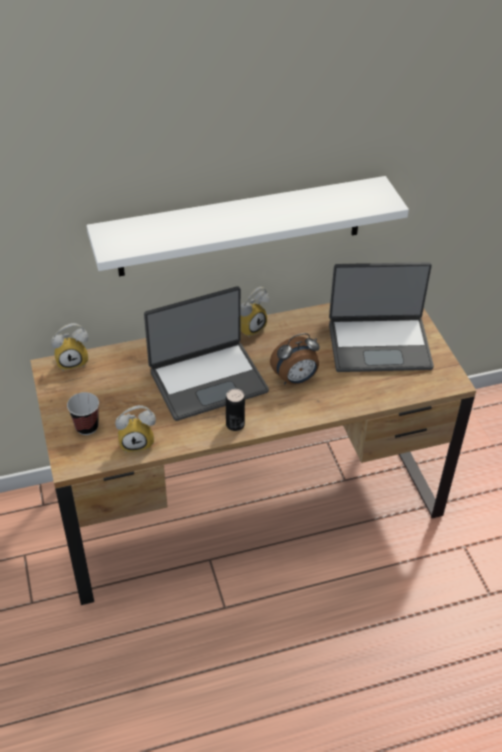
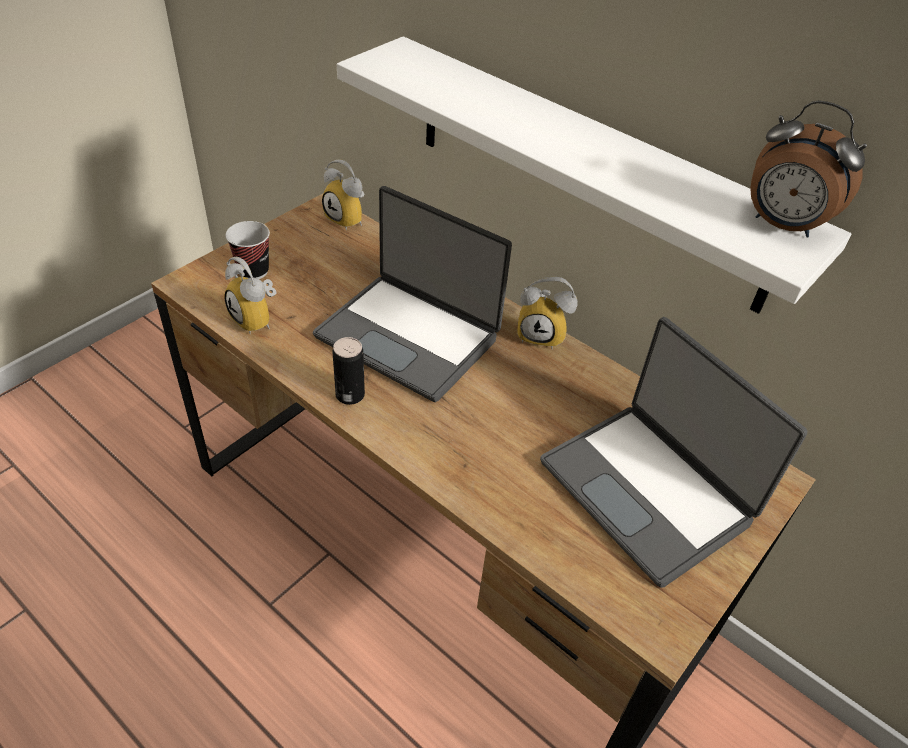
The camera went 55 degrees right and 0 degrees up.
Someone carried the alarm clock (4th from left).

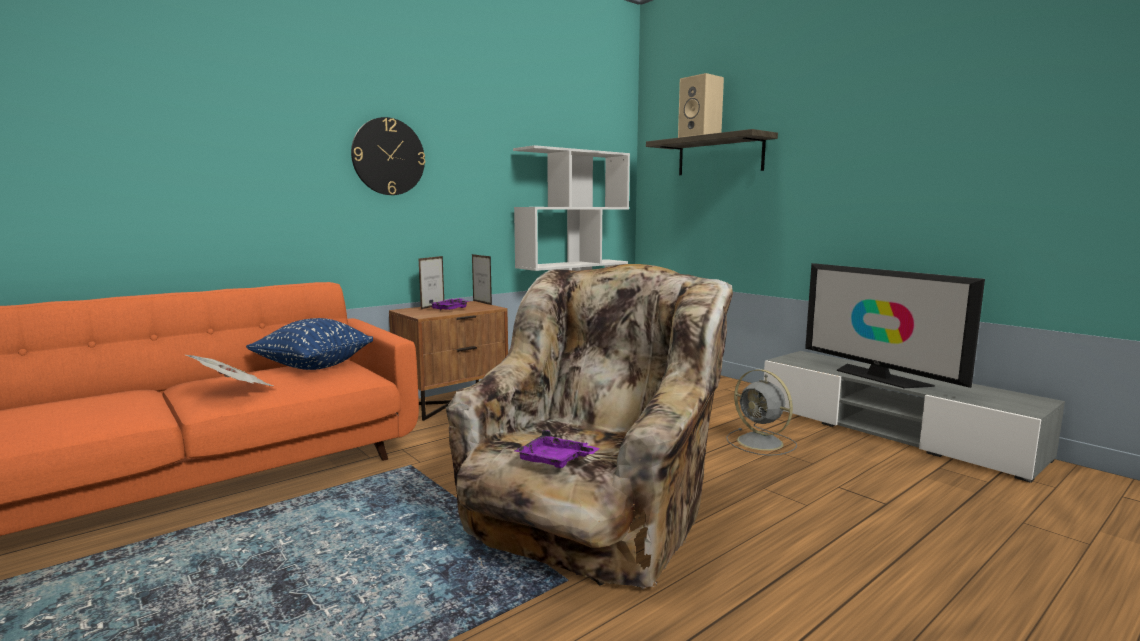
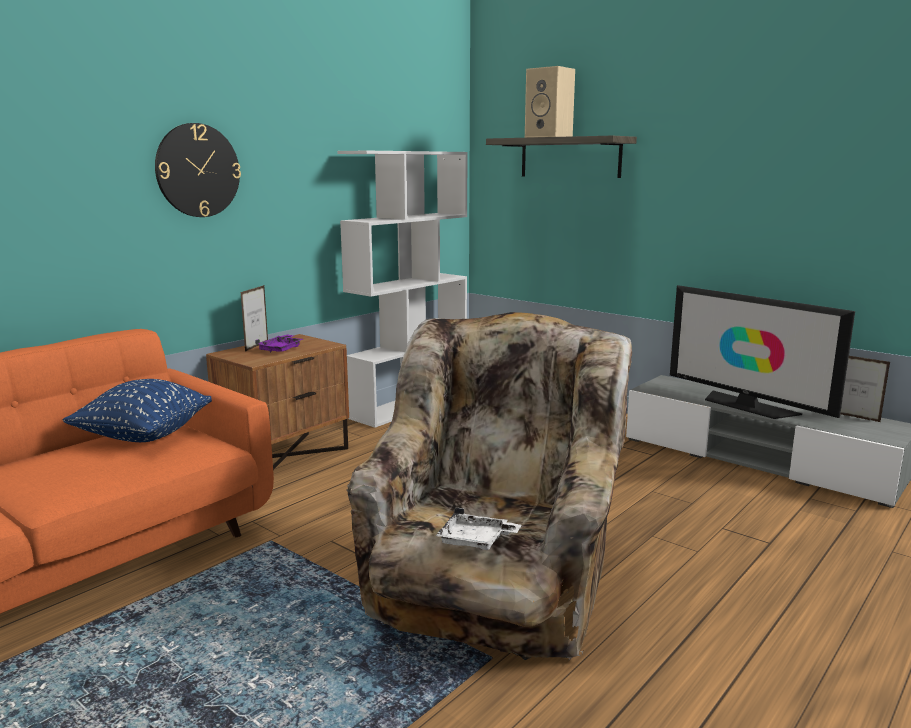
The camera went 10 degrees left and 5 degrees up.
Someone repainted the tray (purple) (2nd from left), which became the tray (white).
Someone carried the picture frame (2nd from left).
Someone took away the newspaper.
Someone took away the fan (grey).

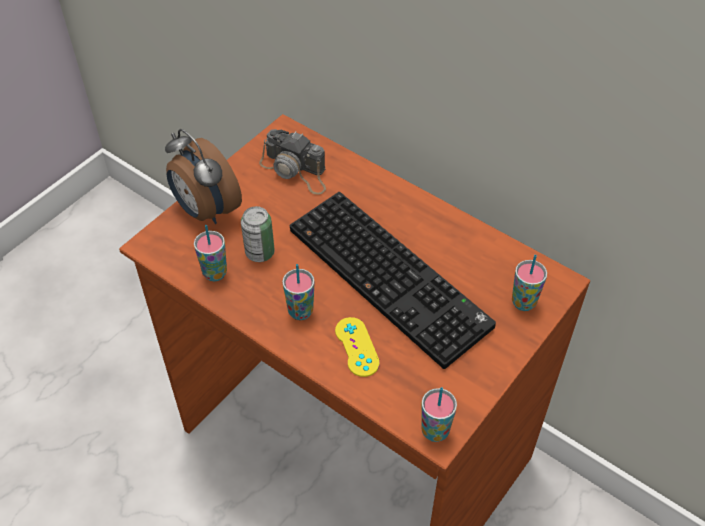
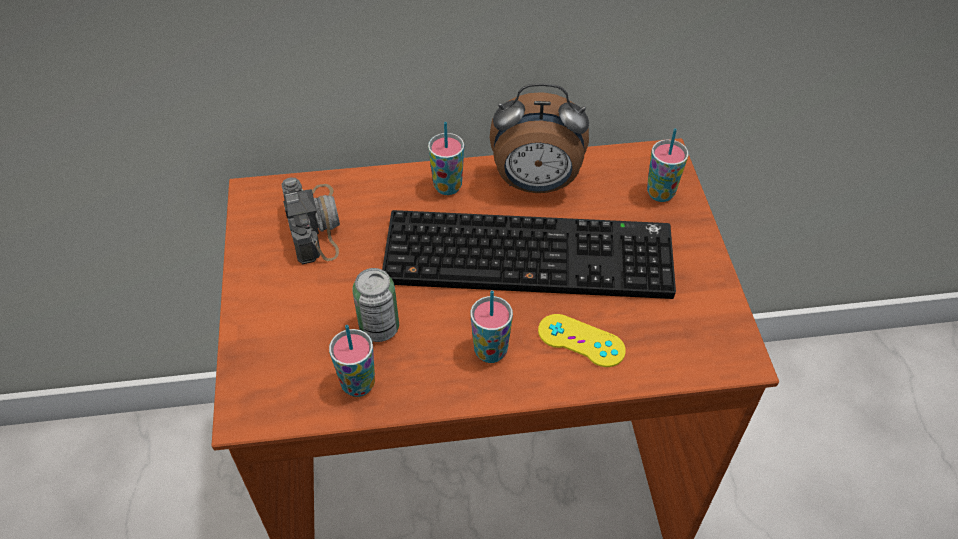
The camera went 45 degrees left and 0 degrees up.
Someone rotated the photo camera by 90 degrees counterclockwise.
Someone carried the cup (3rd from left in the first image).
Someone carried the alarm clock.

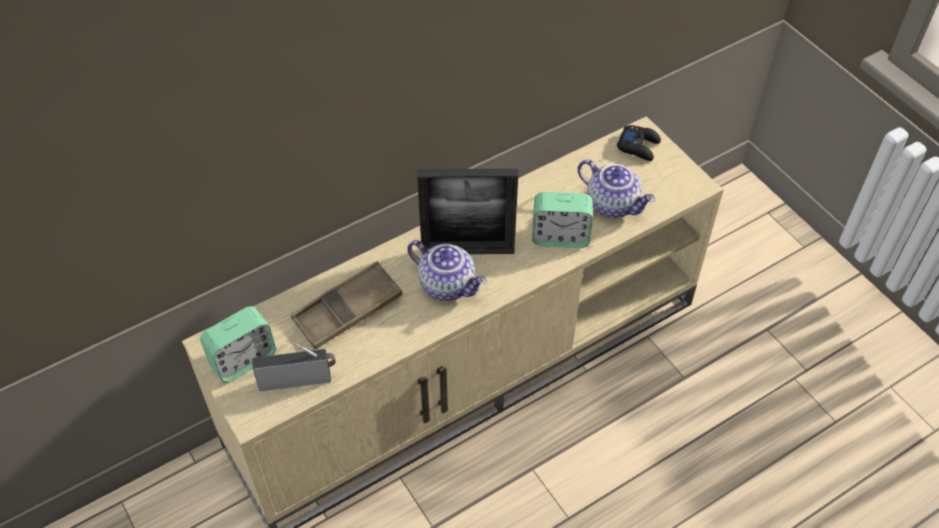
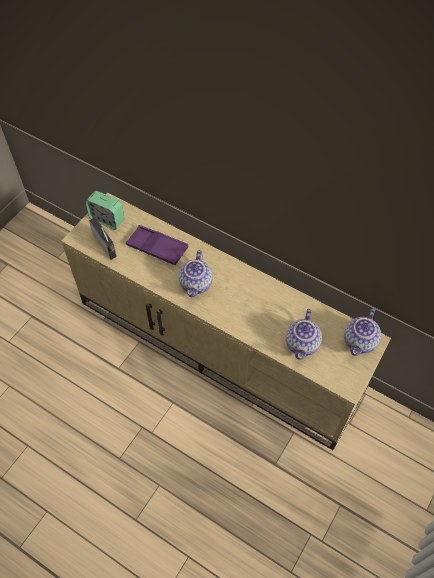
The camera went 65 degrees right and 5 degrees up.
Someone repainted the tray (brown), which became the tray (purple).
Someone swapped the game controller (black) for the teapot (3rd from left).
Someone took away the picture frame.
Someone took away the alarm clock (2nd from left).

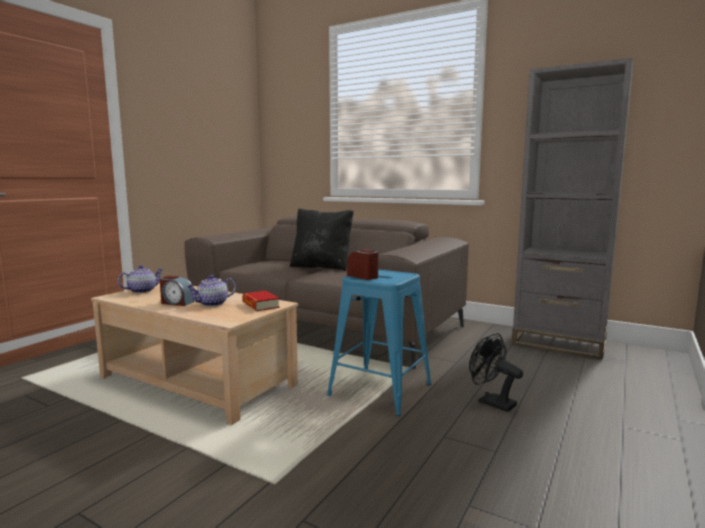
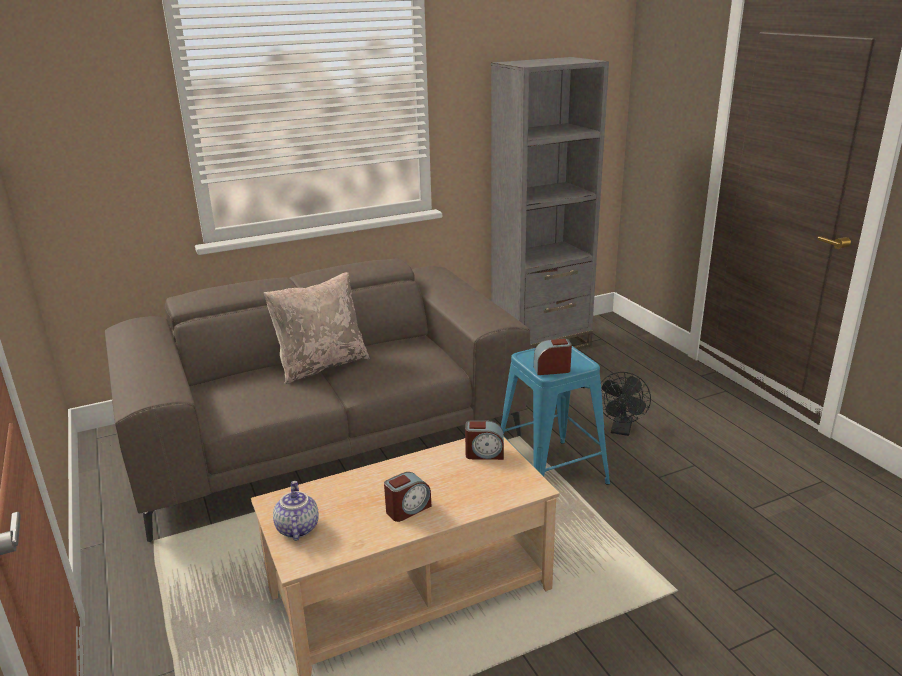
The camera went 55 degrees left and 15 degrees up.
Someone repainted the pillow (black), which became the pillow (beige).
Someone swapped the book for the alarm clock (2nd from left).
Someone rotated the fan (black) by 60 degrees counterclockwise.
Someone took away the teapot (2nd from left).

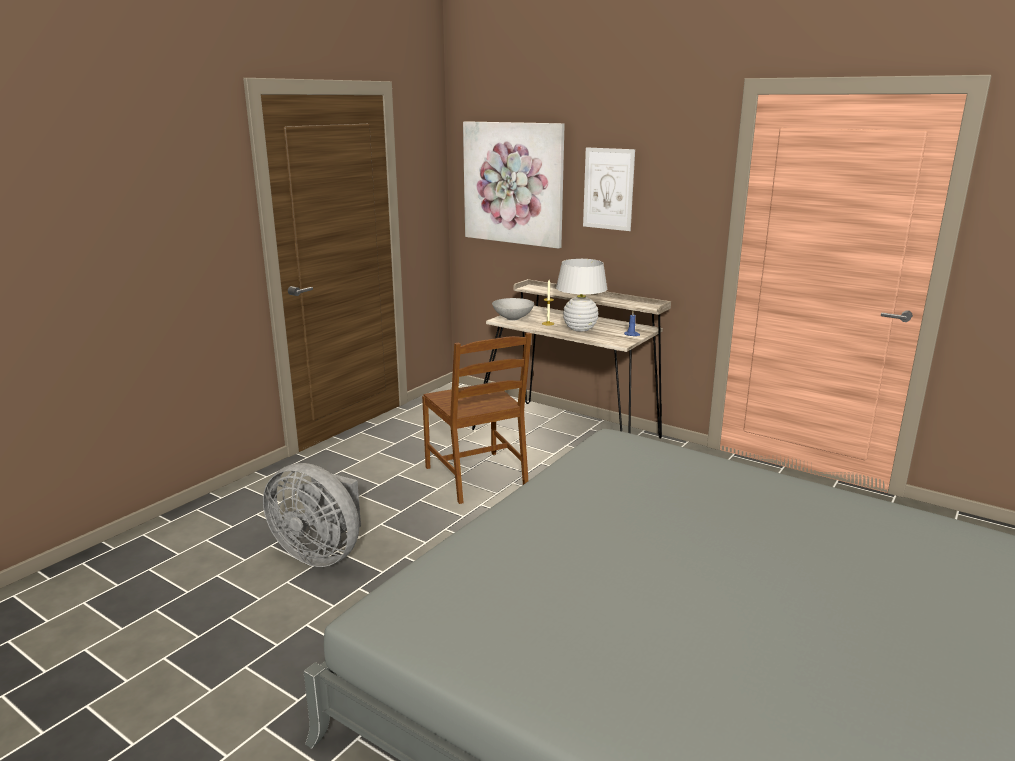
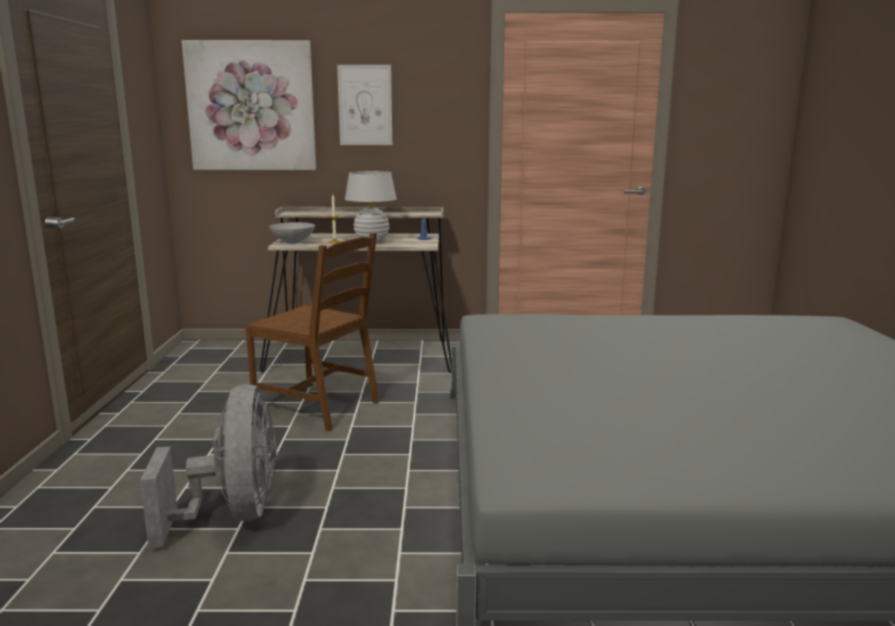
The camera went 35 degrees left and 5 degrees down.
Someone rotated the fan (grey) by 90 degrees counterclockwise.

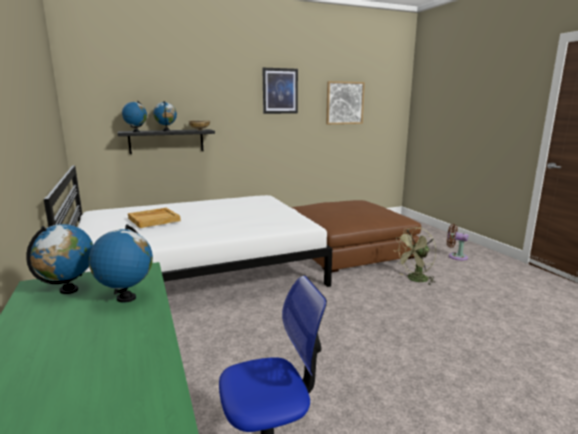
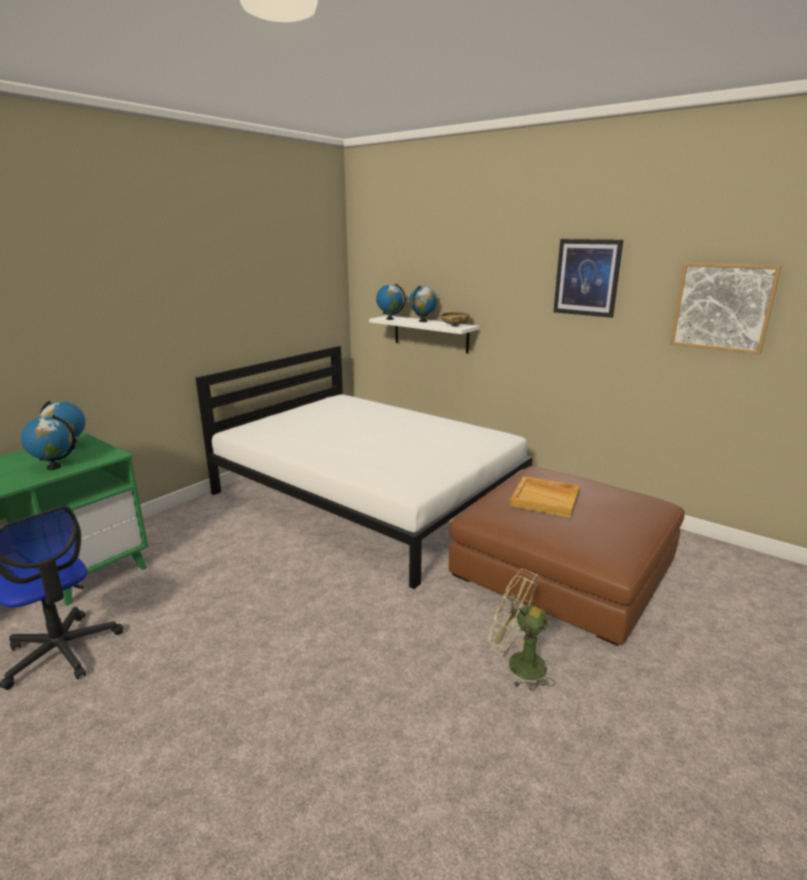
The camera went 60 degrees right and 5 degrees up.
Someone repainted the shelf (black), which became the shelf (white).
Someone carried the tray (beige).
Someone took away the fan (brown).

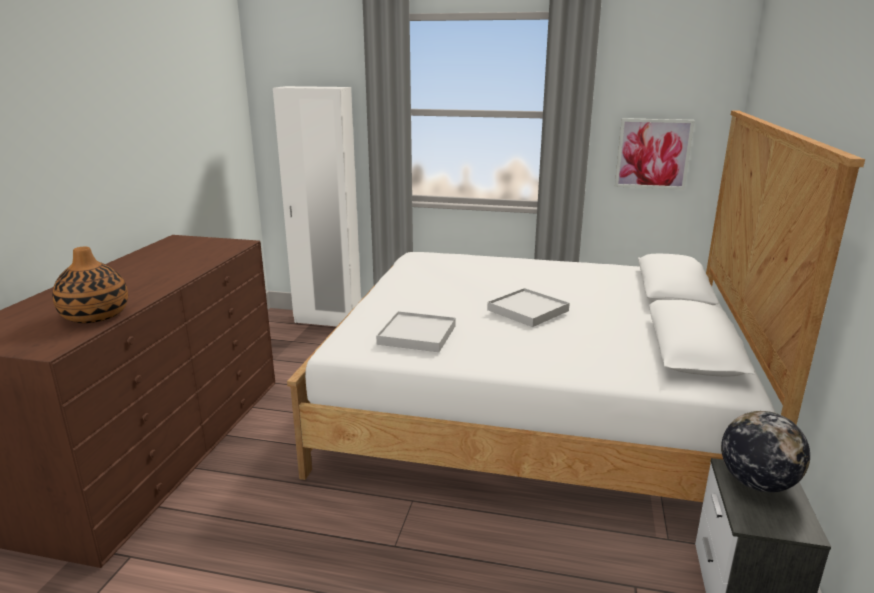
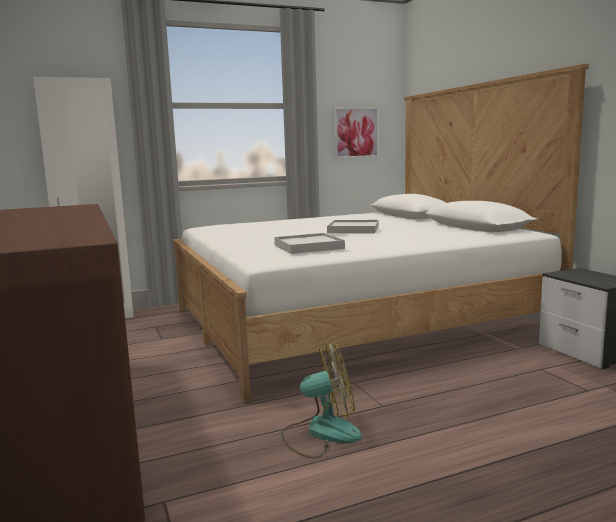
The camera went 35 degrees left and 10 degrees down.
Someone put down the fan.
Someone took away the vase.
Someone took away the globe.

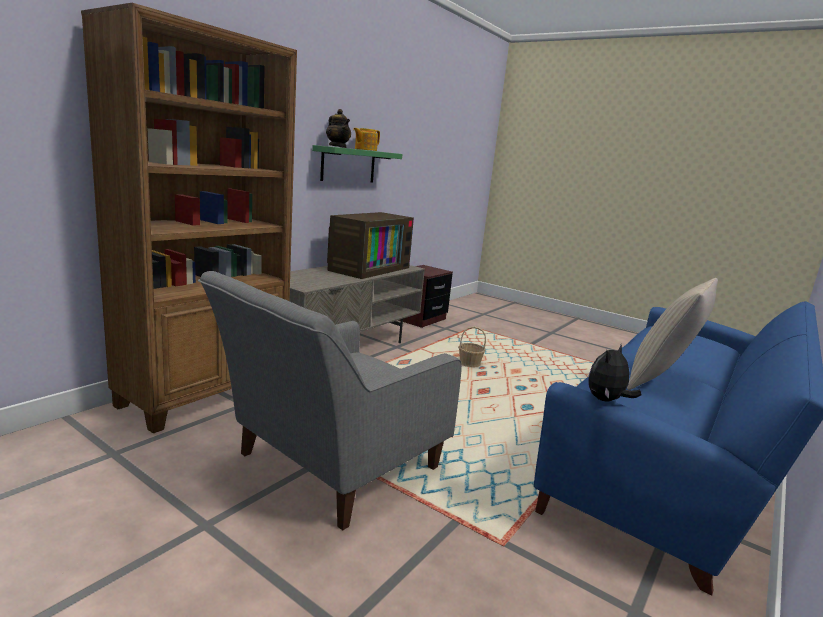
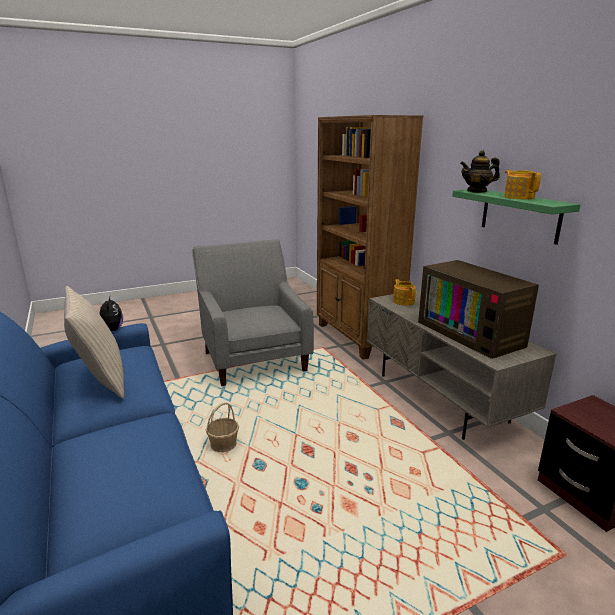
The camera went 120 degrees right and 5 degrees up.
Someone carried the basket.
Someone put down the teapot (1st from left).

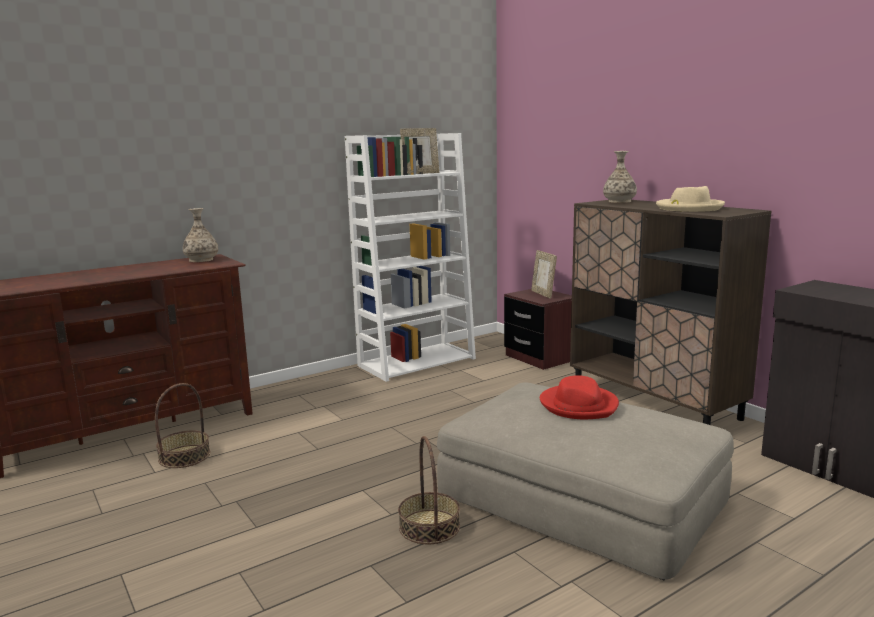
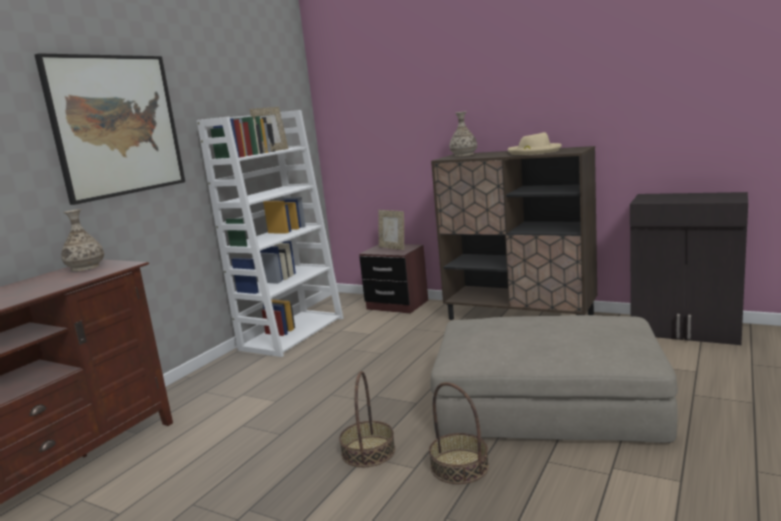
The camera went 25 degrees left and 0 degrees up.
Someone put up the picture.
Someone carried the basket (1st from left).
Someone took away the hat (red).

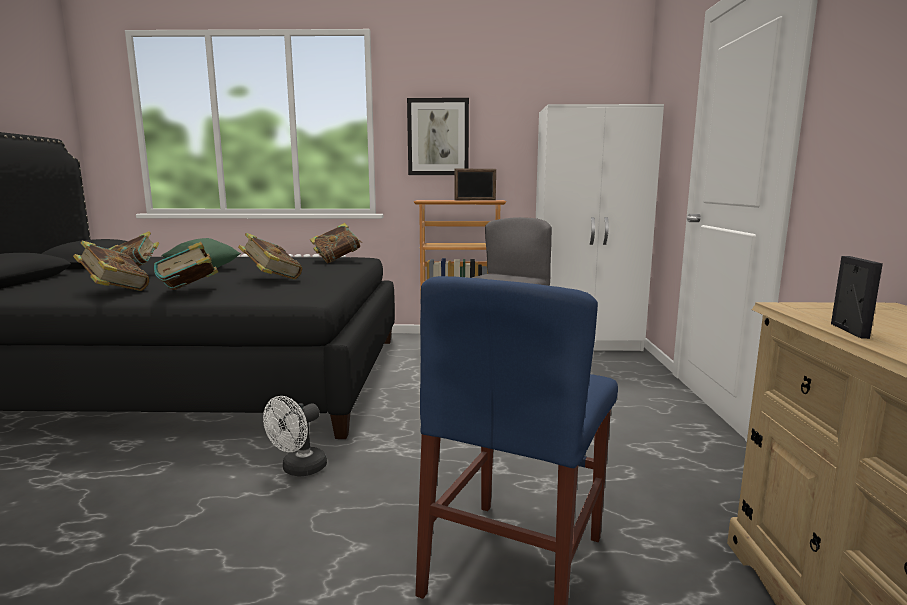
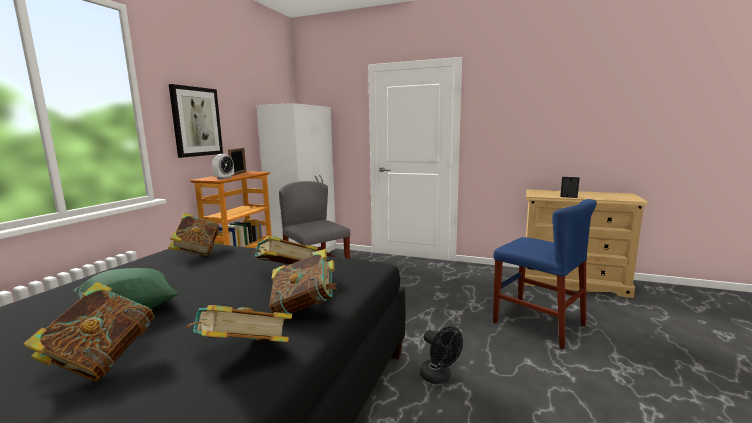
The camera went 70 degrees left and 0 degrees up.
Someone put down the alarm clock.
Someone repainted the fan (white), which became the fan (black).

